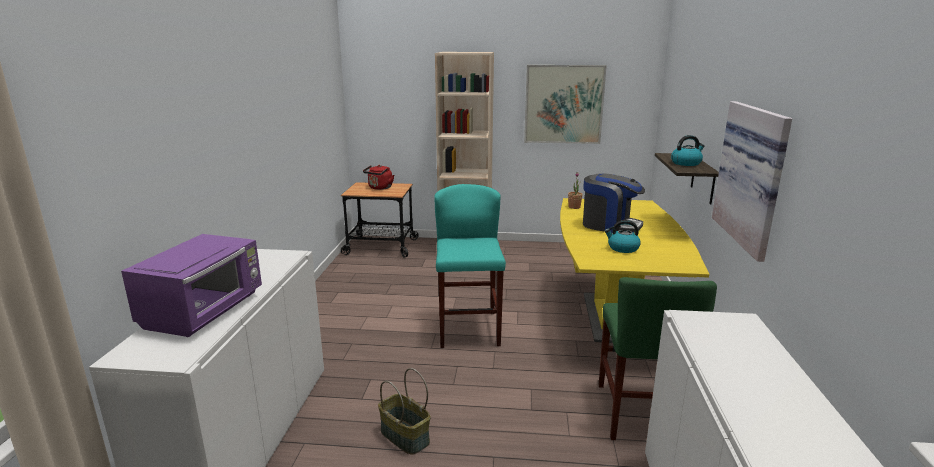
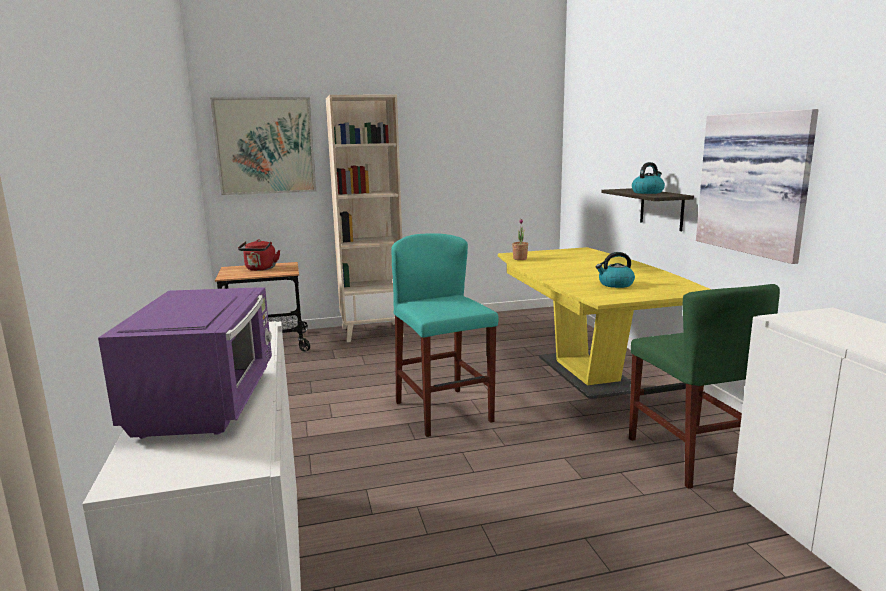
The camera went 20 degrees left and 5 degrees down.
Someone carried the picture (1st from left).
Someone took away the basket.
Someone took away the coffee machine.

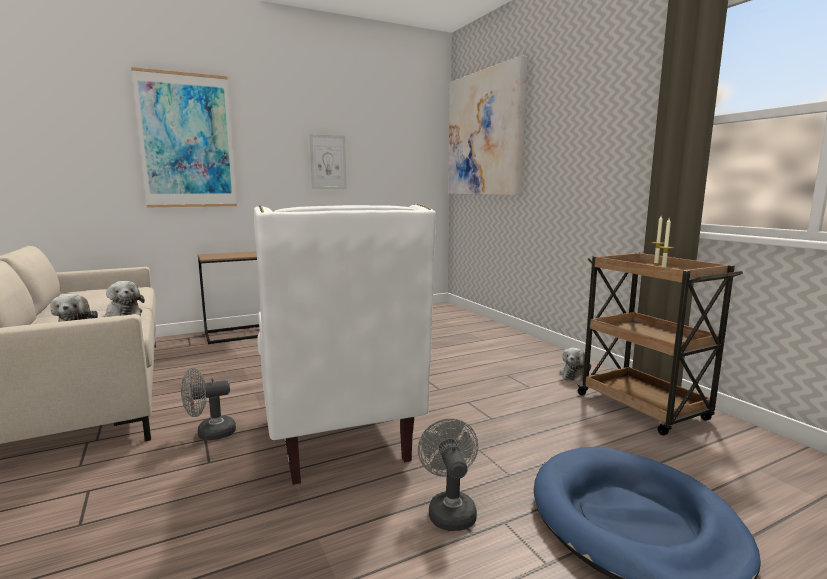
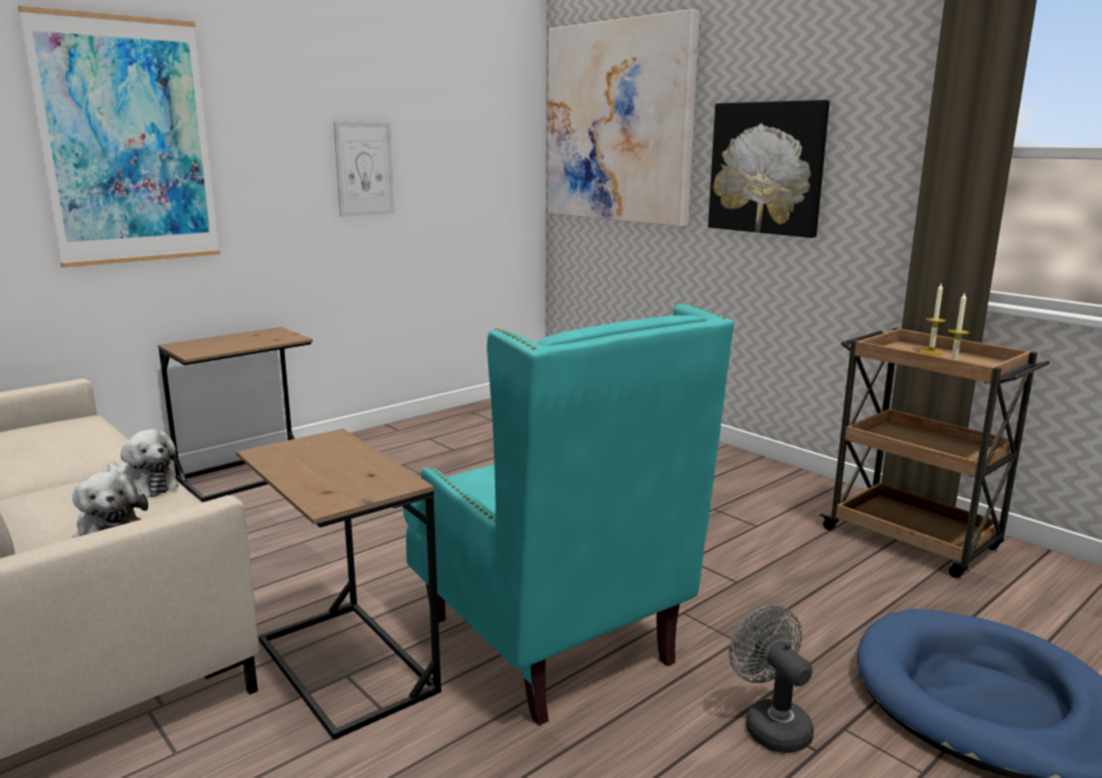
The camera went 15 degrees left and 5 degrees up.
Someone swapped the fan (grey) (1st from left) for the side table (brown) (2nd from left).
Someone repainted the armchair (white), which became the armchair (turquoise).
Someone put up the picture (4th from left).
Someone took away the plush toy (3rd from left).

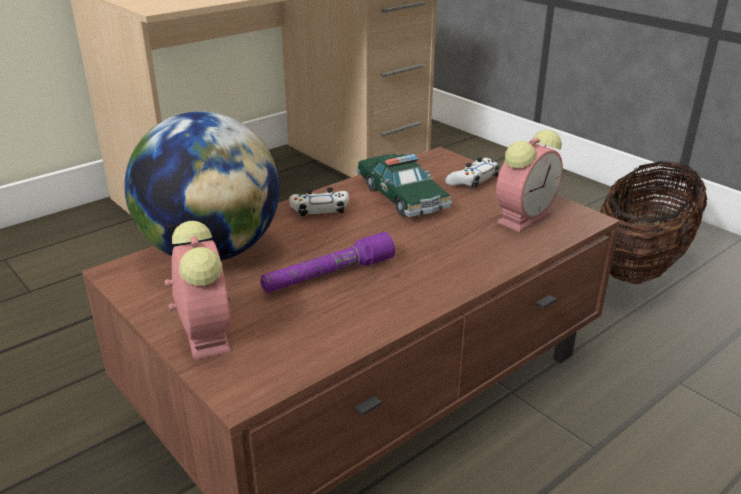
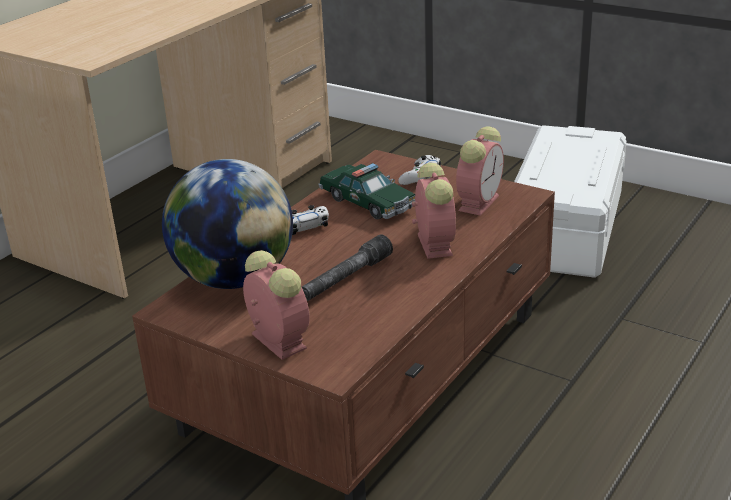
The camera went 15 degrees left and 0 degrees up.
Someone repainted the flashlight (purple), which became the flashlight (grey).
Someone put down the alarm clock (2nd from left).
Someone swapped the basket for the storage box (white).

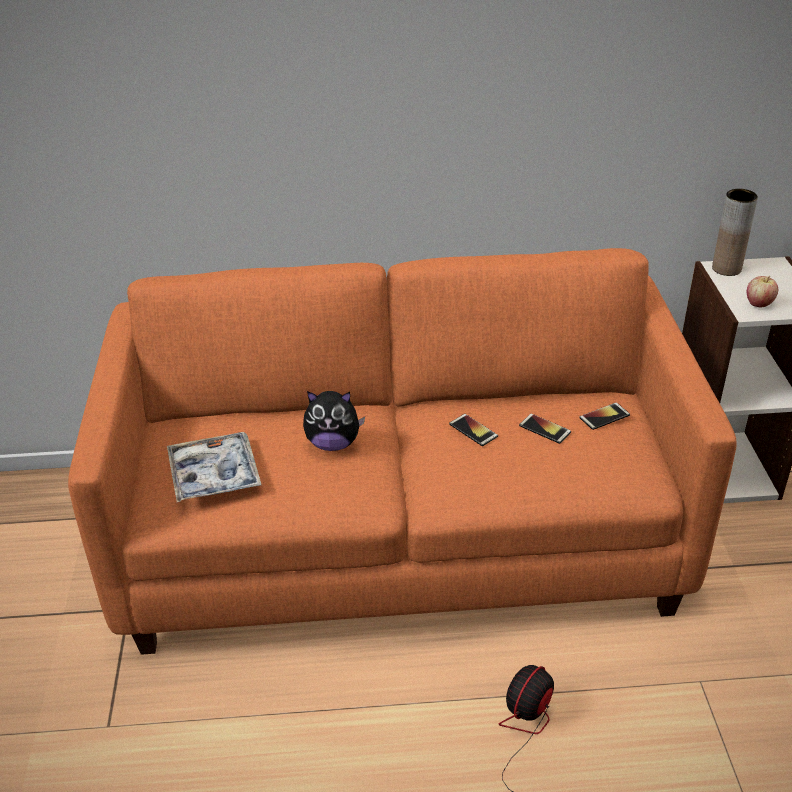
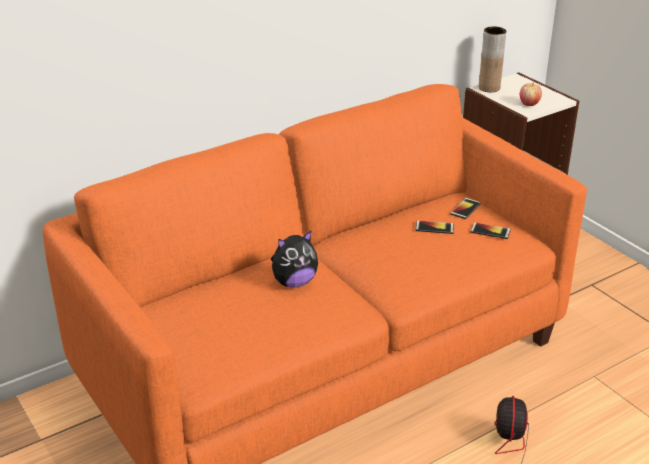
The camera went 30 degrees left and 5 degrees down.
Someone carried the phone (1st from left in the first image).
Someone took away the tray.

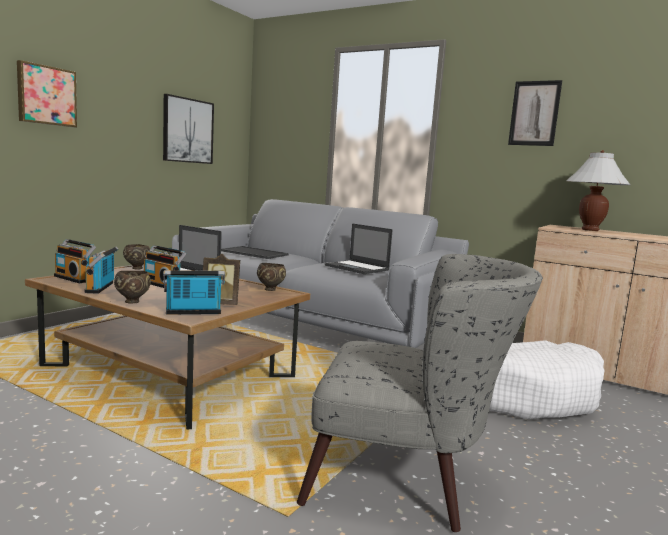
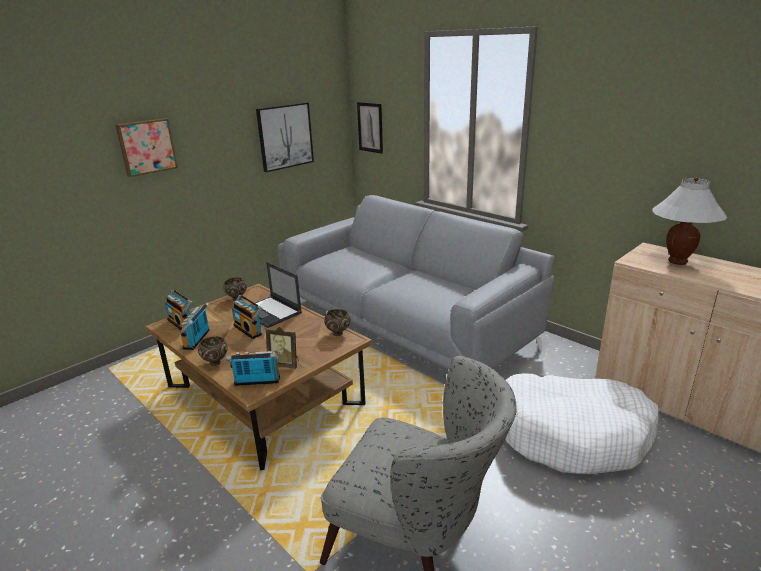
The camera went 15 degrees right and 15 degrees up.
Someone carried the picture (3rd from left).
Someone took away the tray.
Someone took away the laptop (2nd from left).

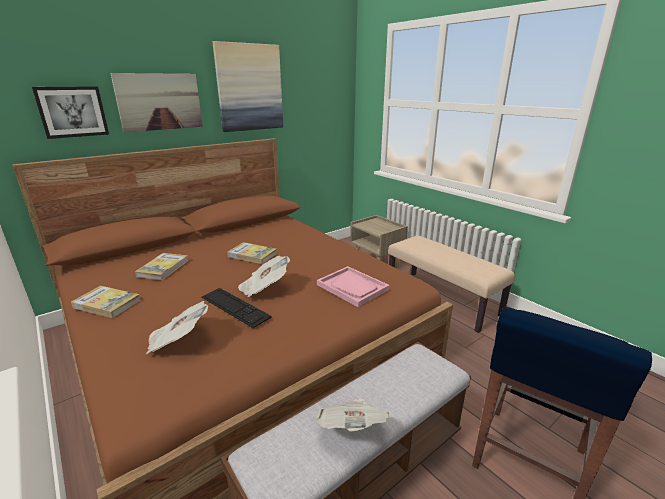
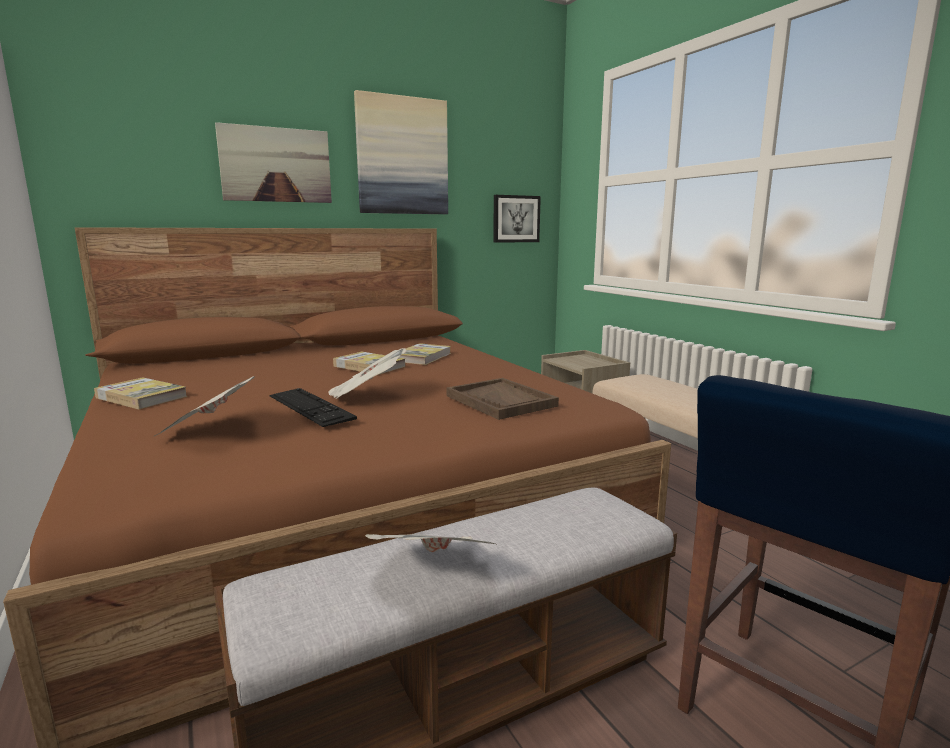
The camera went 10 degrees right and 10 degrees down.
Someone carried the book (2nd from left in the first image).
Someone repainted the tray (pink), which became the tray (brown).
Someone carried the picture (1st from left in the first image).

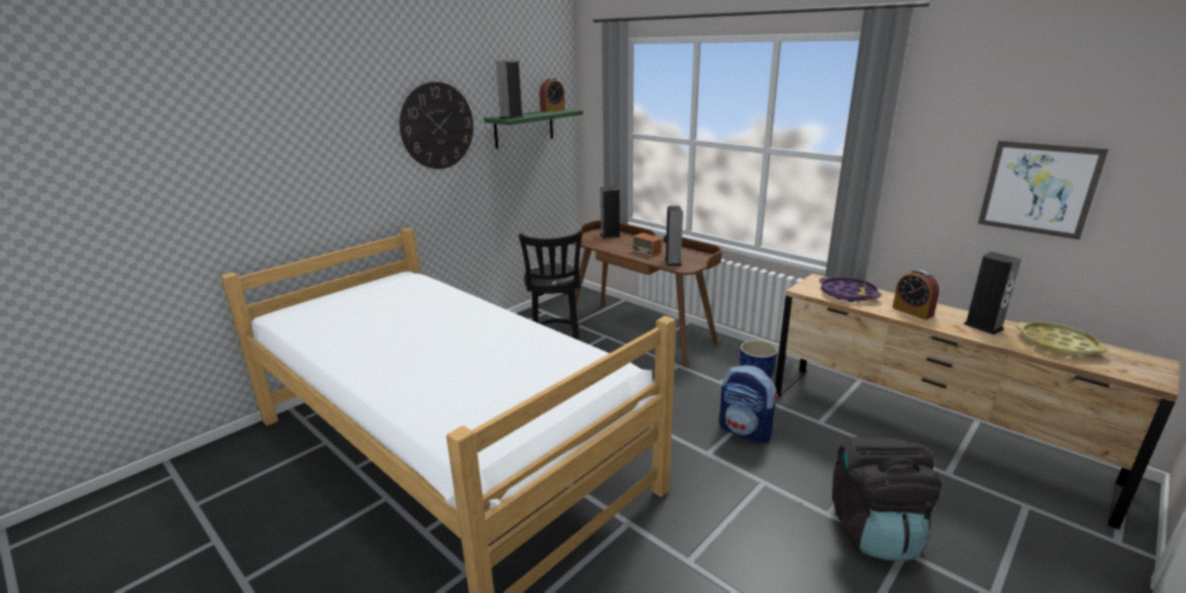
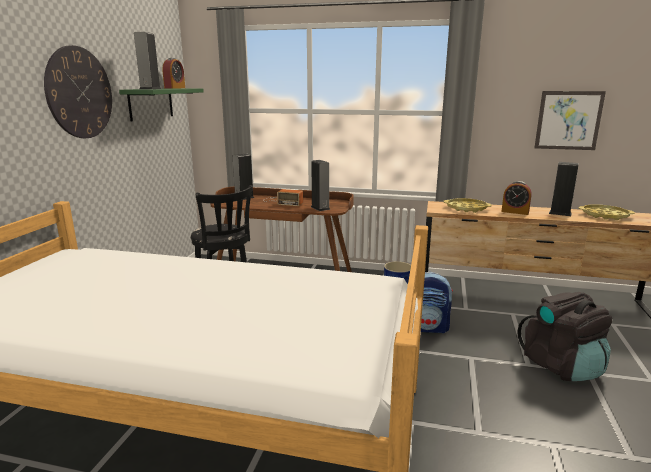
The camera went 30 degrees left and 5 degrees down.
Someone repainted the tray (purple), which became the tray (yellow) (1st from left).

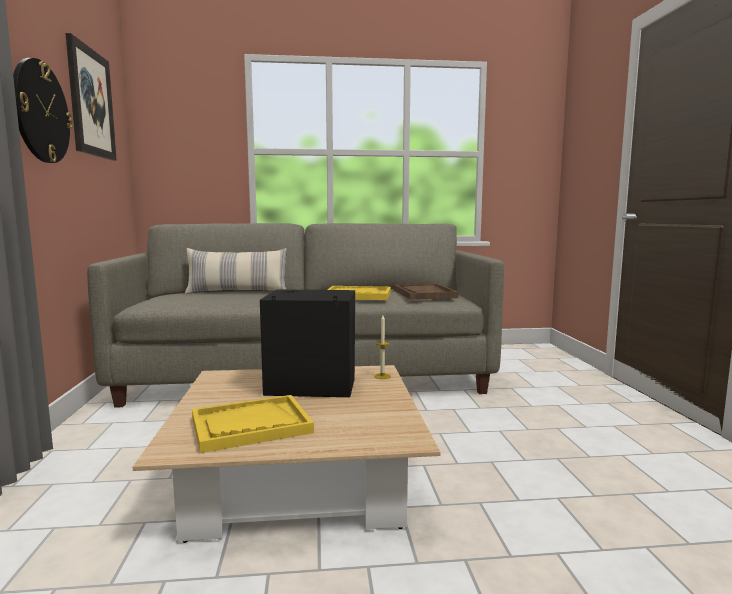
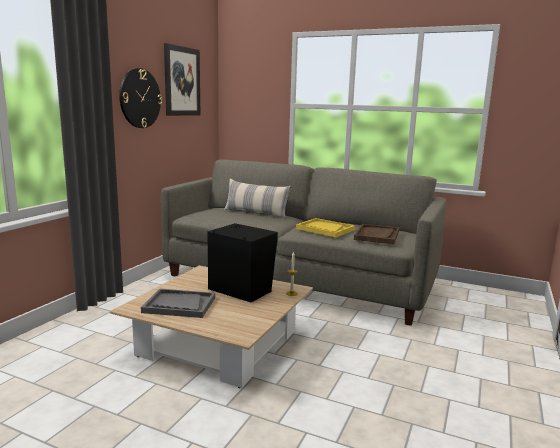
The camera went 30 degrees right and 5 degrees up.
Someone repainted the tray (yellow) (1st from left), which became the tray (grey).

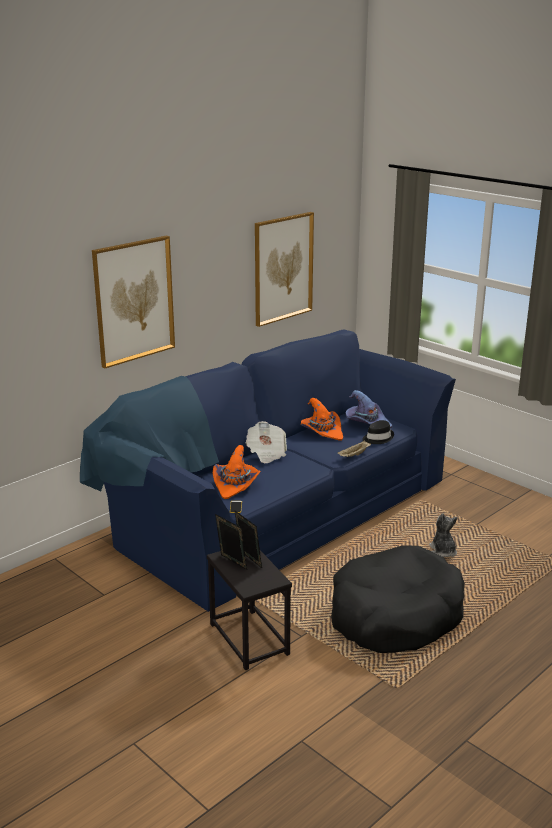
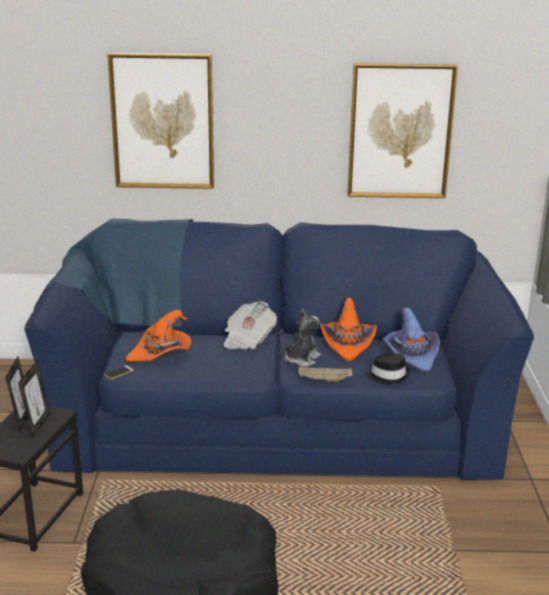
The camera went 45 degrees right and 0 degrees up.
Someone carried the plush toy.

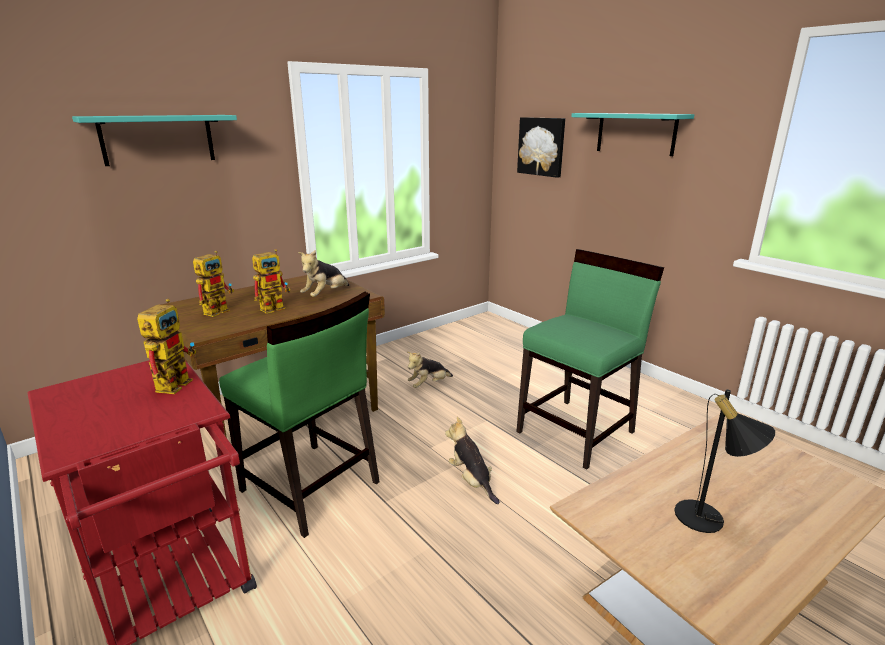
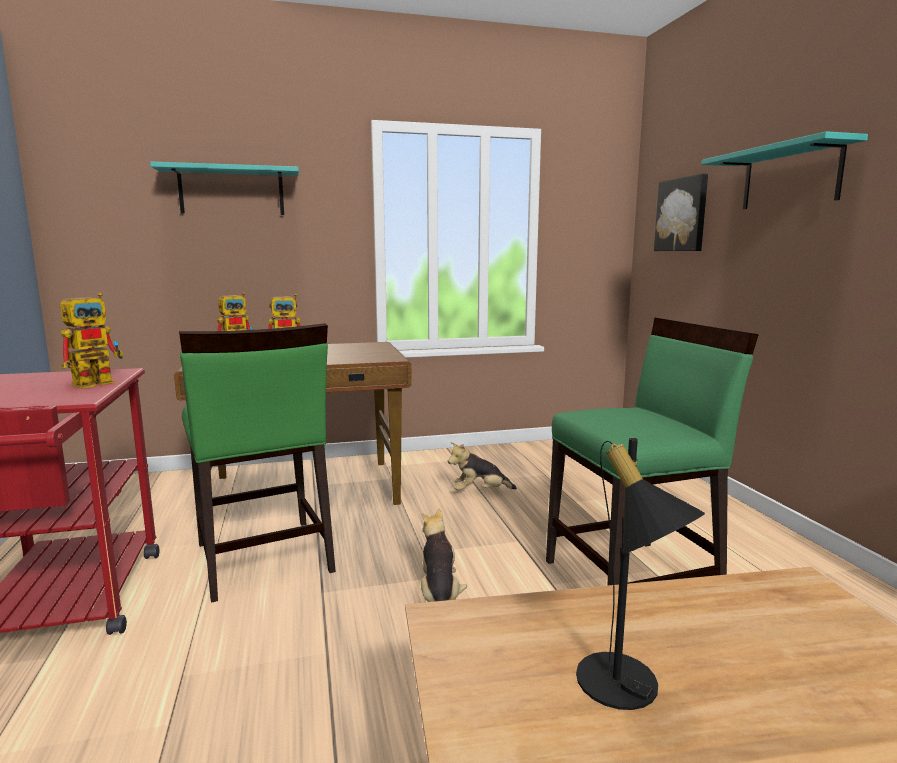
The camera went 25 degrees right and 10 degrees down.
Someone took away the plush toy (1st from left).

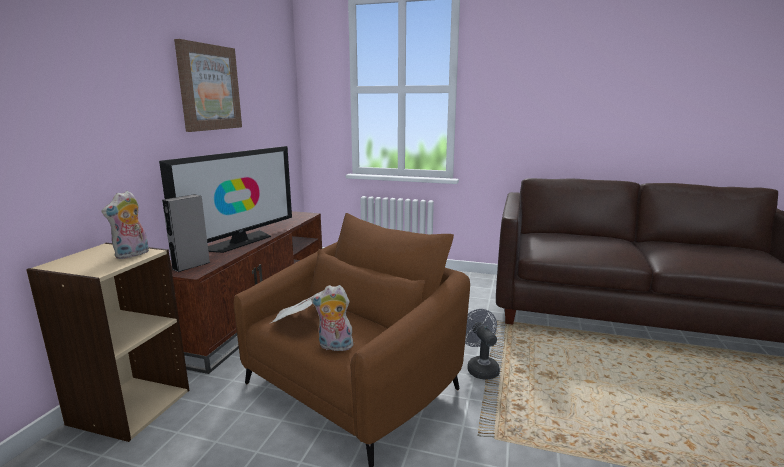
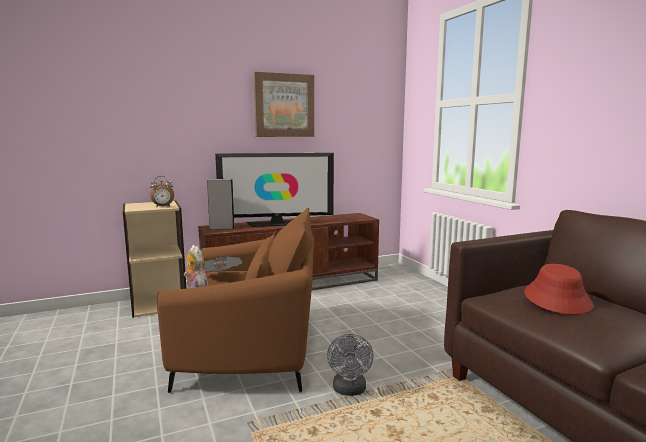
The camera went 50 degrees right and 5 degrees down.
Someone swapped the plush toy (1st from left) for the alarm clock.
Someone rotated the fan (grey) by 150 degrees clockwise.
Someone put down the hat (red).

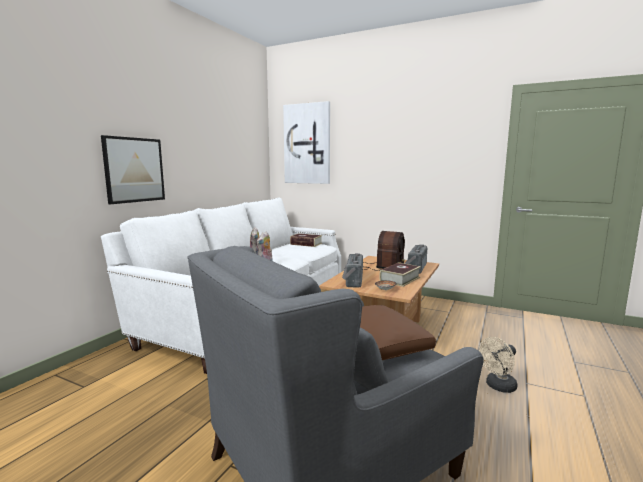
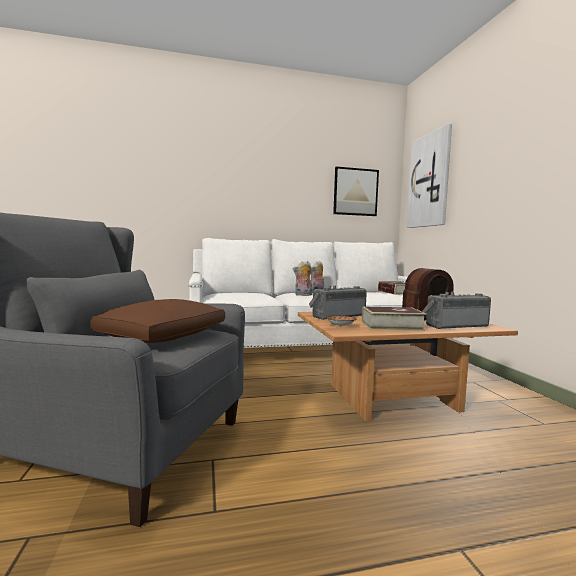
The camera went 50 degrees right and 5 degrees down.
Someone carried the picture (1st from left).
Someone took away the fan (beige).

